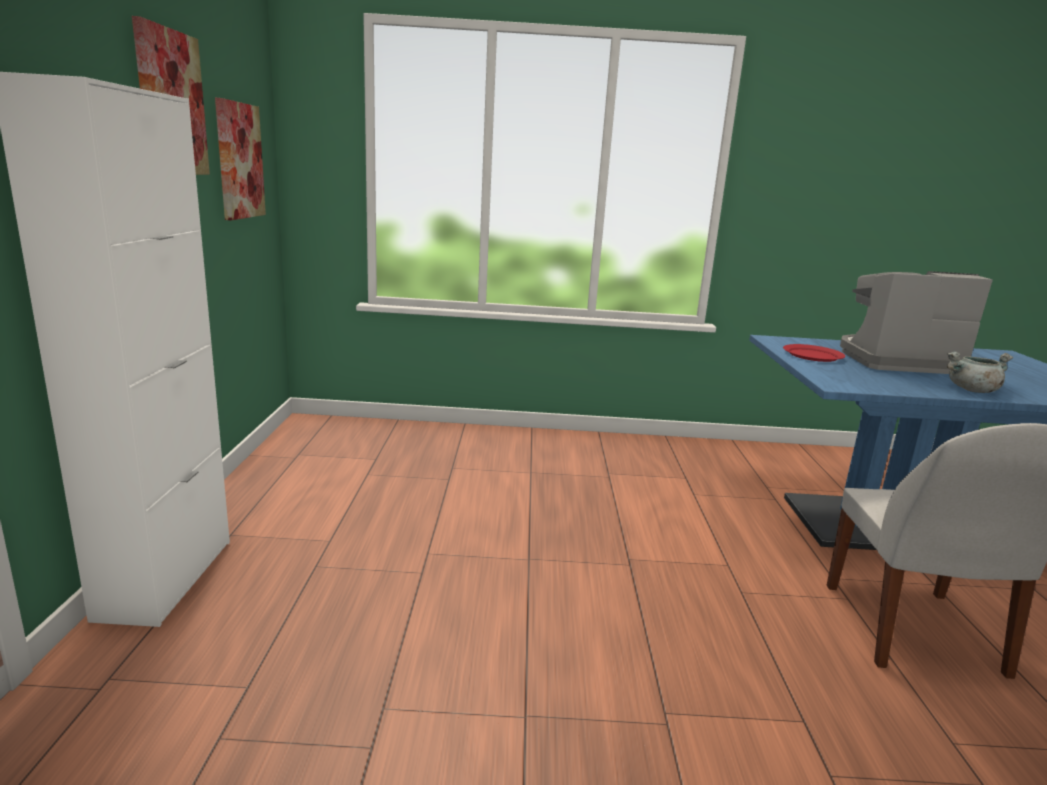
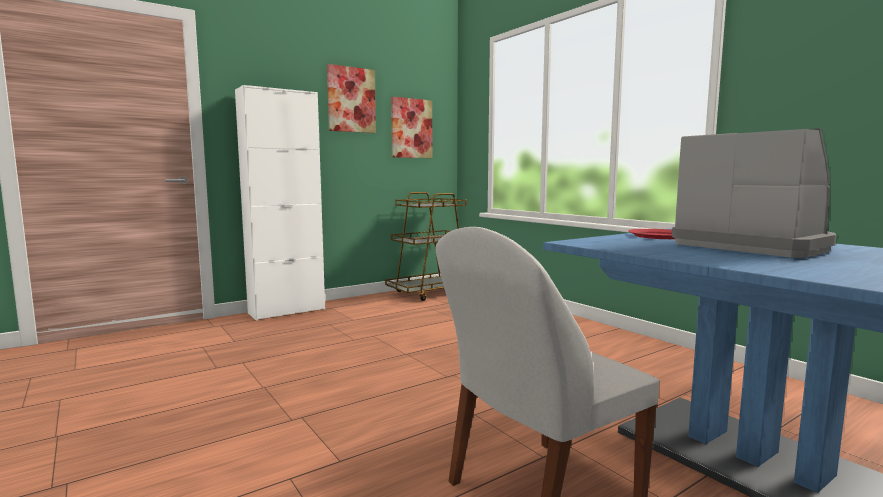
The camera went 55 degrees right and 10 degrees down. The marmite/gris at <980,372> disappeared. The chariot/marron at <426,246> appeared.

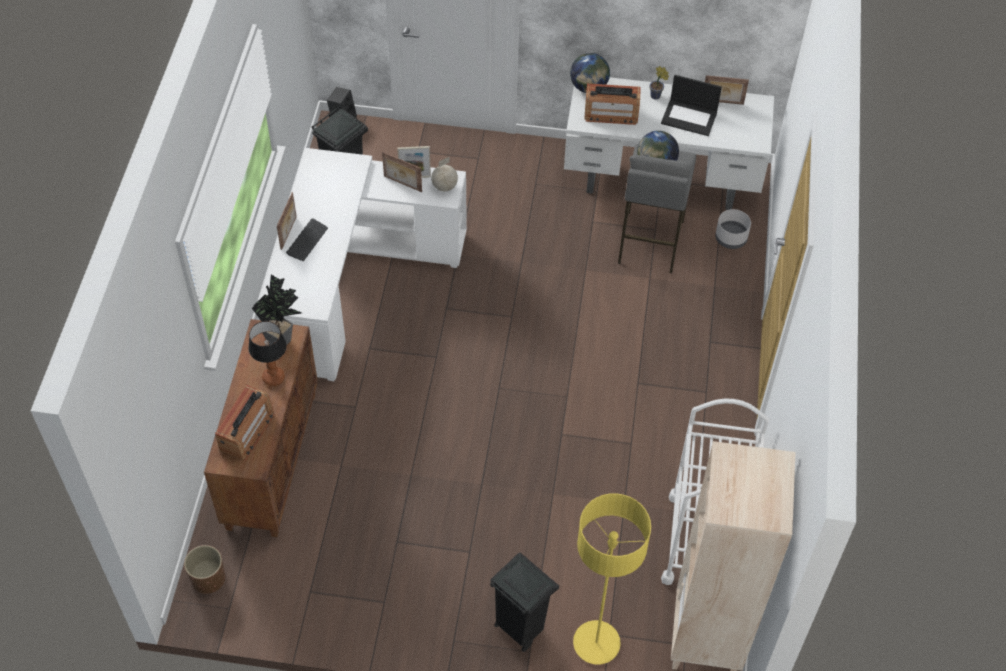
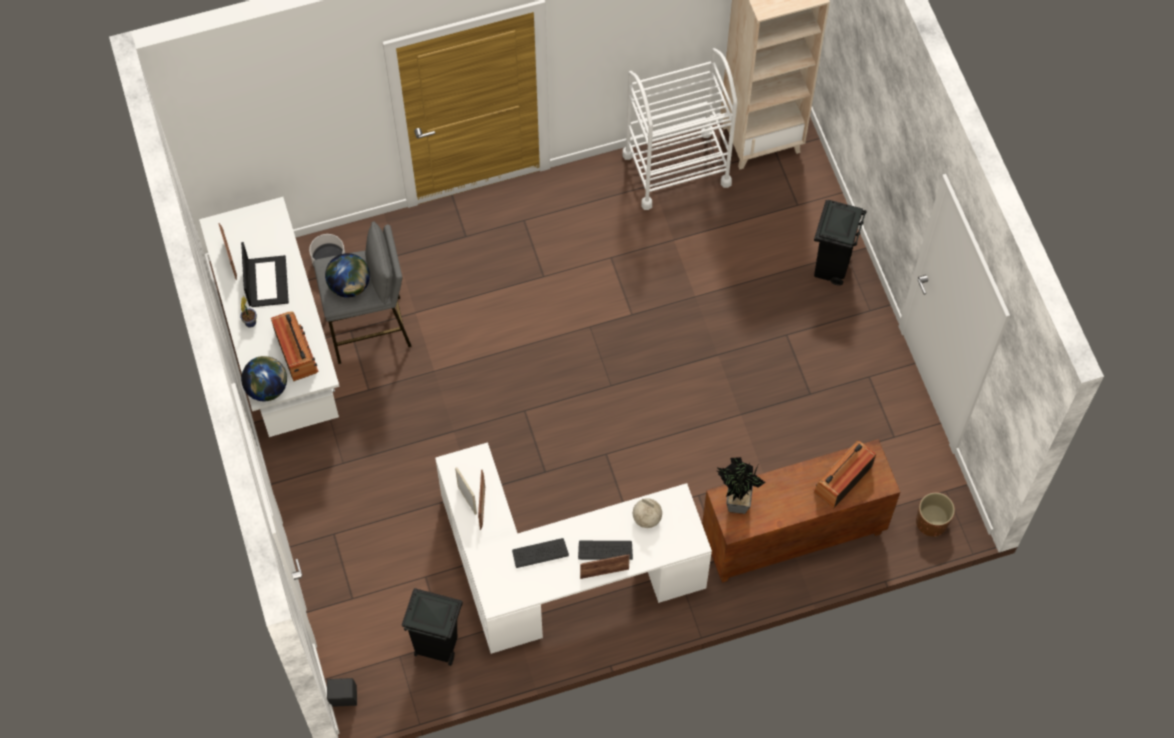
The camera went 115 degrees left and 10 degrees up. The radio at <245,423> turned 45 degrees counterclockwise. The lampe de table at <267,353> disappeared. The globe moved from <444,174> to <647,513>. The lampadaire/jaune at <612,579> disappeared. The clavier at <540,553> appeared.

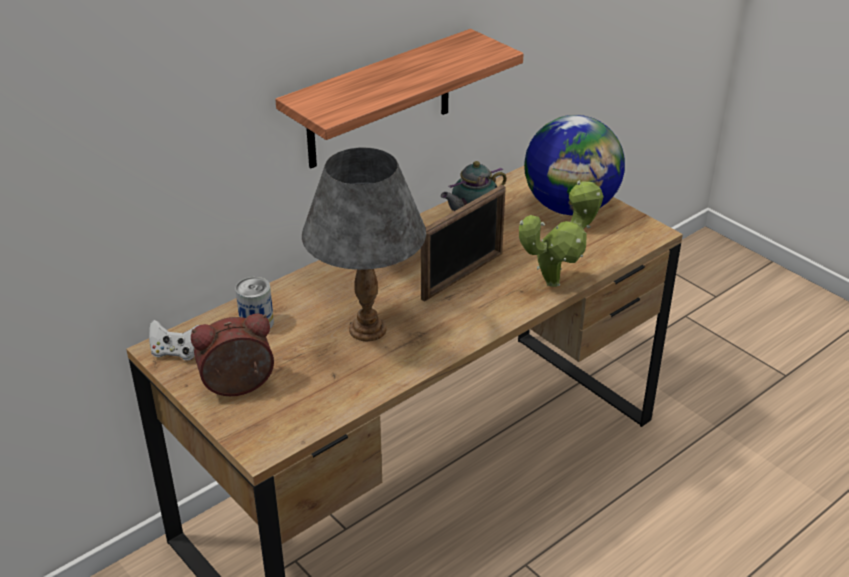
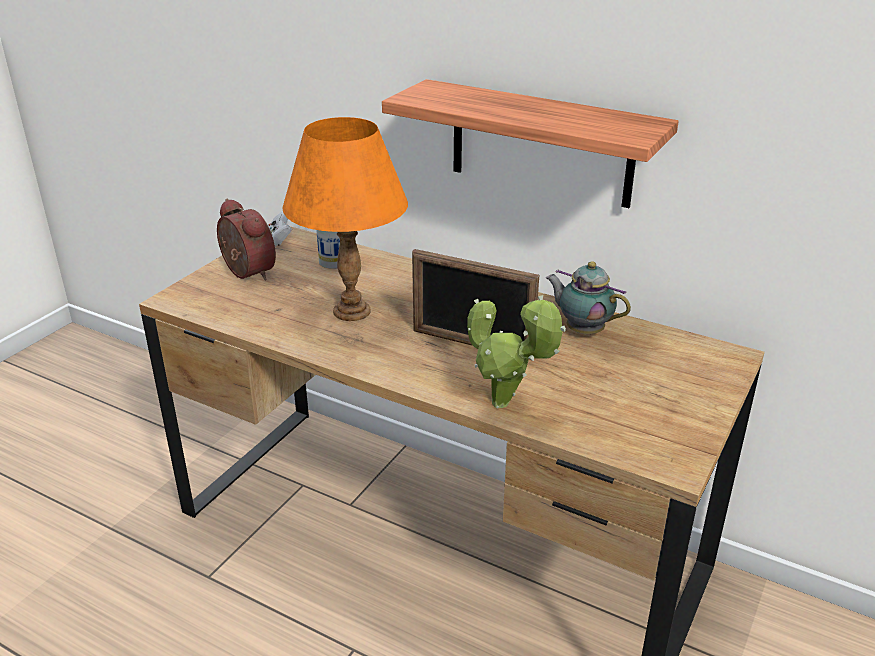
The camera went 70 degrees right and 5 degrees down. The lampe de table/gris at <364,244> became the lampe de table/orange at <345,219>. The globe at <574,165> disappeared.

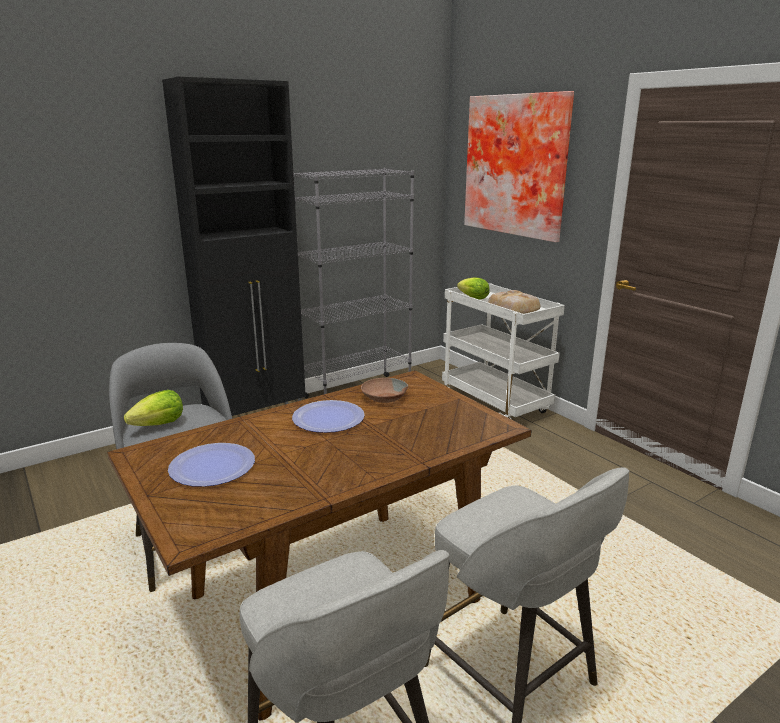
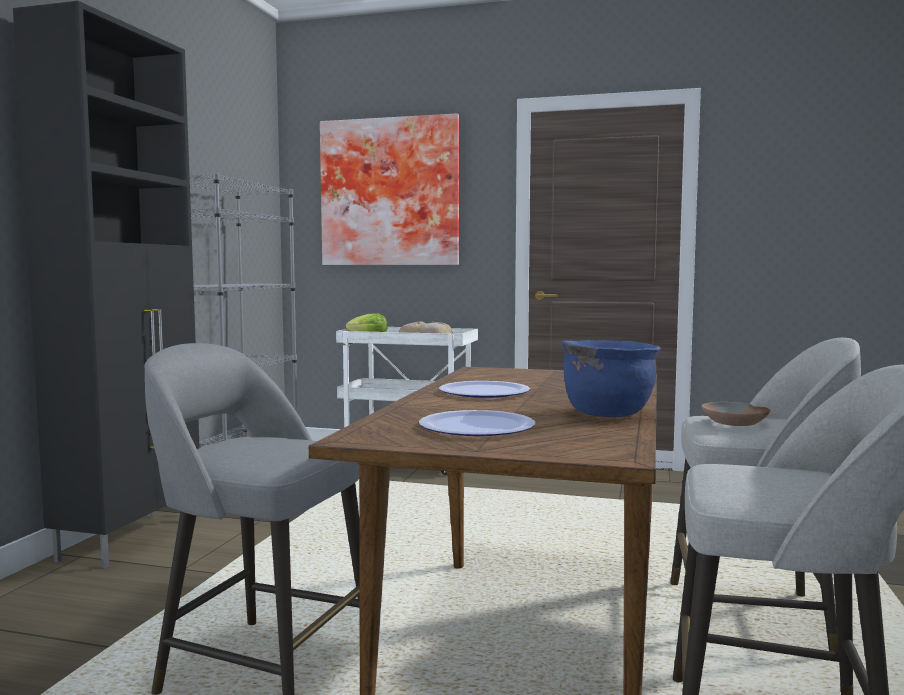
The camera went 40 degrees left and 15 degrees down. The laitue at <153,408> disappeared. The bol/marron moved from <384,390> to <735,414>. The marmite/bleu at <611,378> appeared.

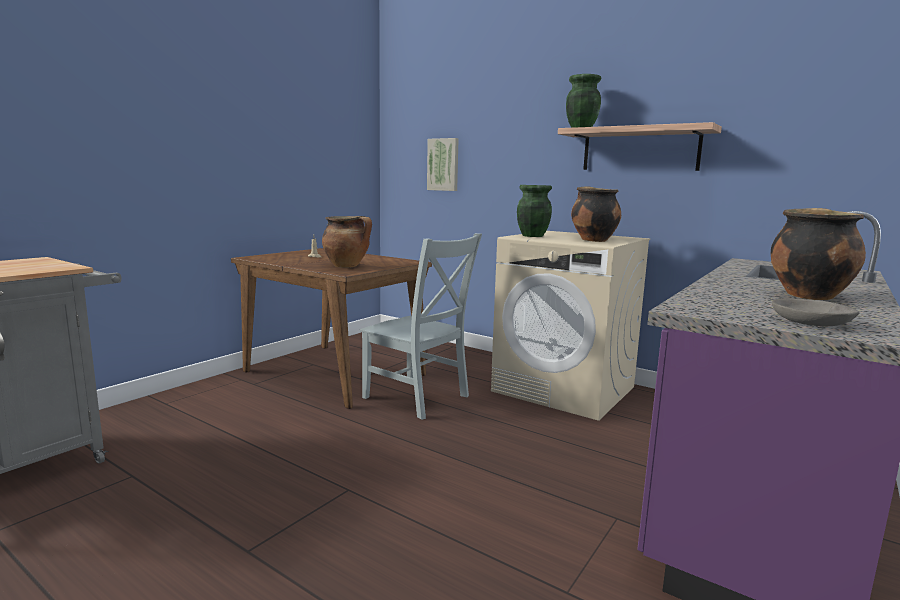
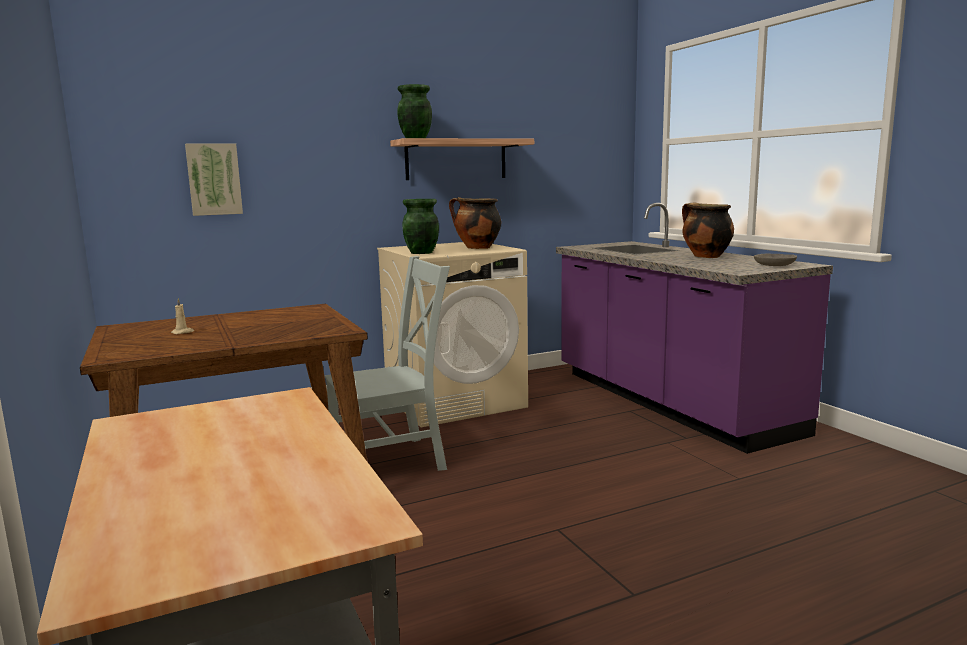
The camera went 60 degrees left and 0 degrees up. The marmite at <347,242> disappeared.

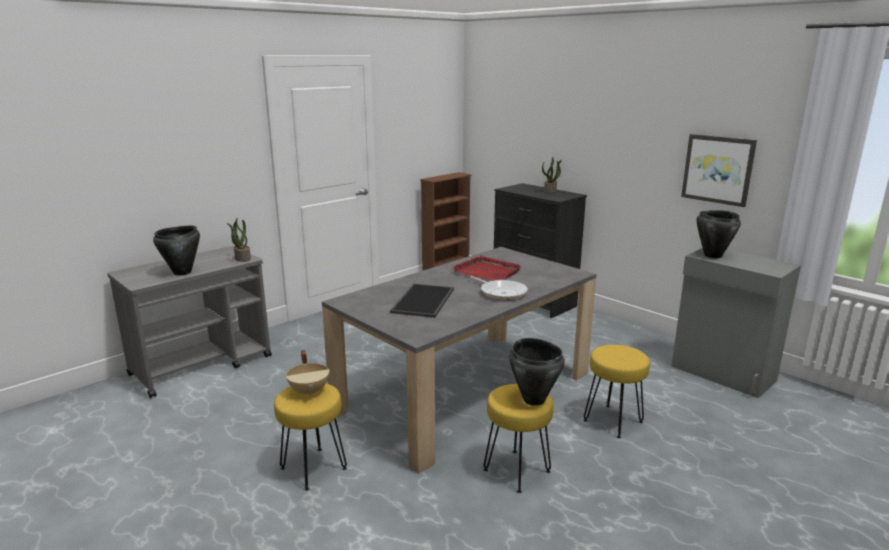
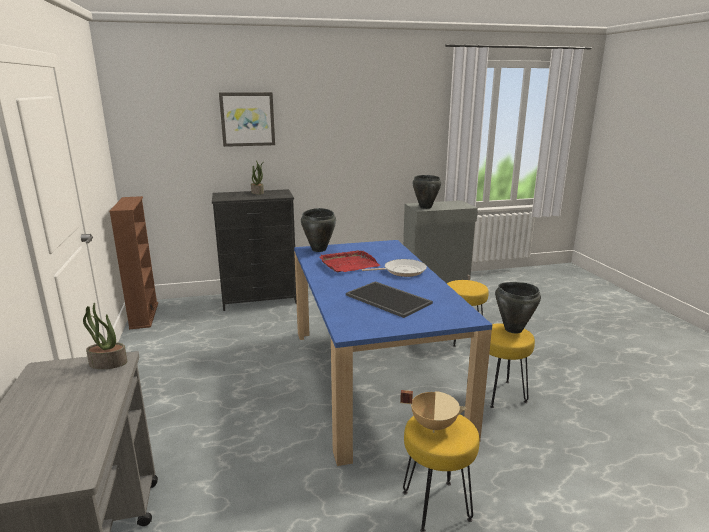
The camera went 60 degrees left and 0 degrees up. The marmite/noir moved from <176,250> to <318,230>. The table à manger/gris at <459,360> became the table à manger/bleu at <393,353>. The tableau moved from <719,170> to <247,119>.

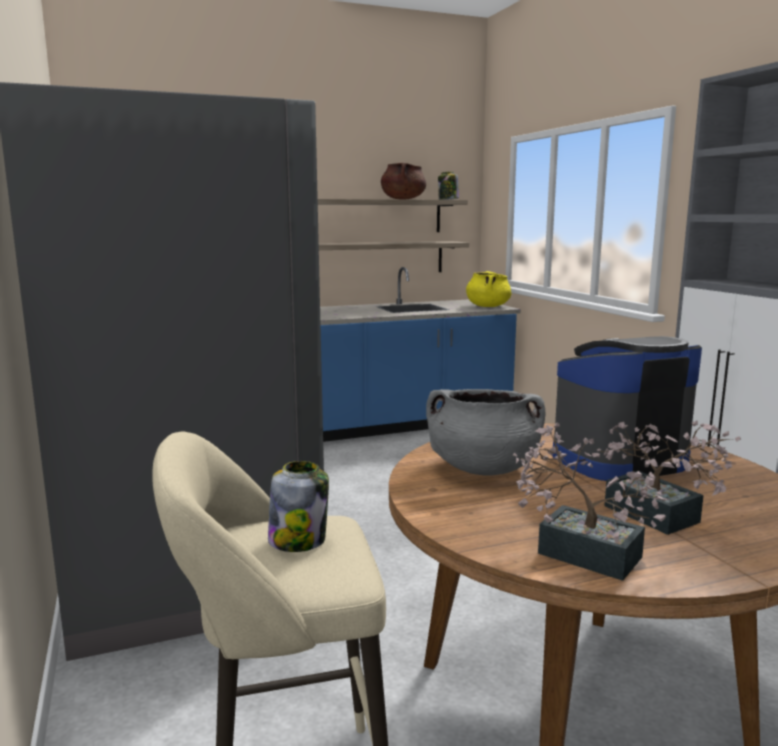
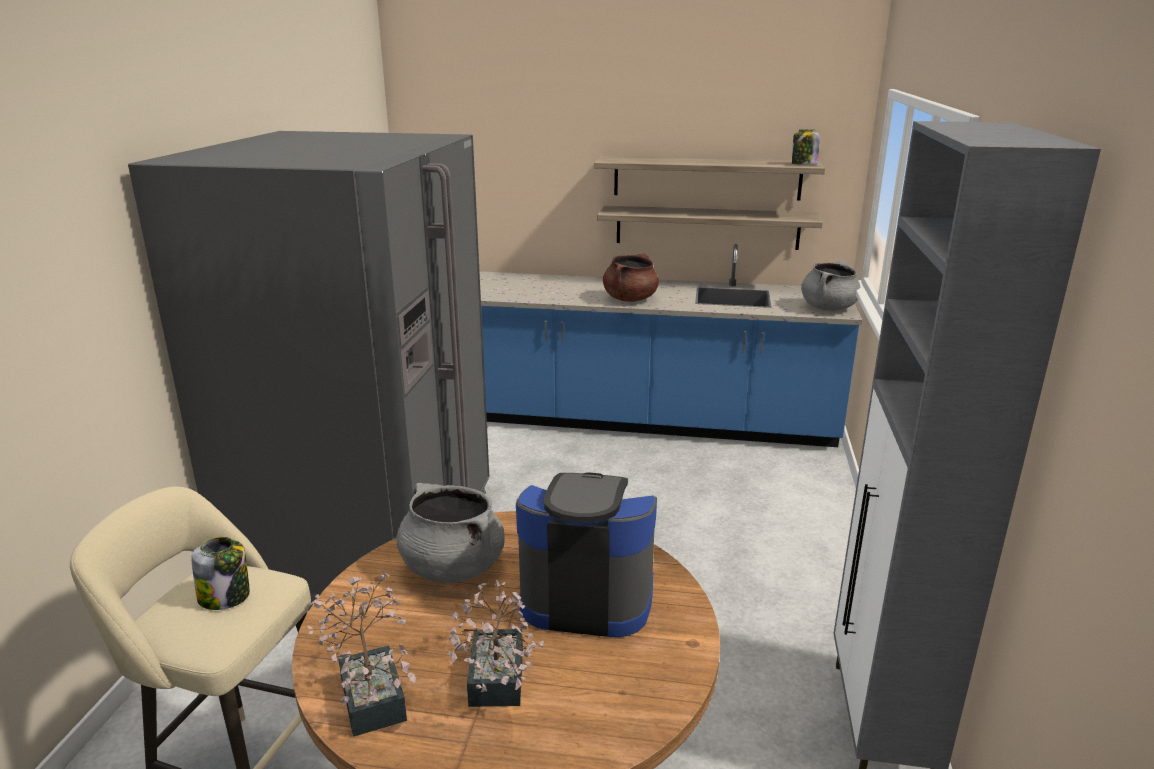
The camera went 30 degrees right and 10 degrees up. The marmite/marron moved from <403,181> to <631,278>. The marmite/jaune at <489,289> became the marmite/gris at <830,286>.

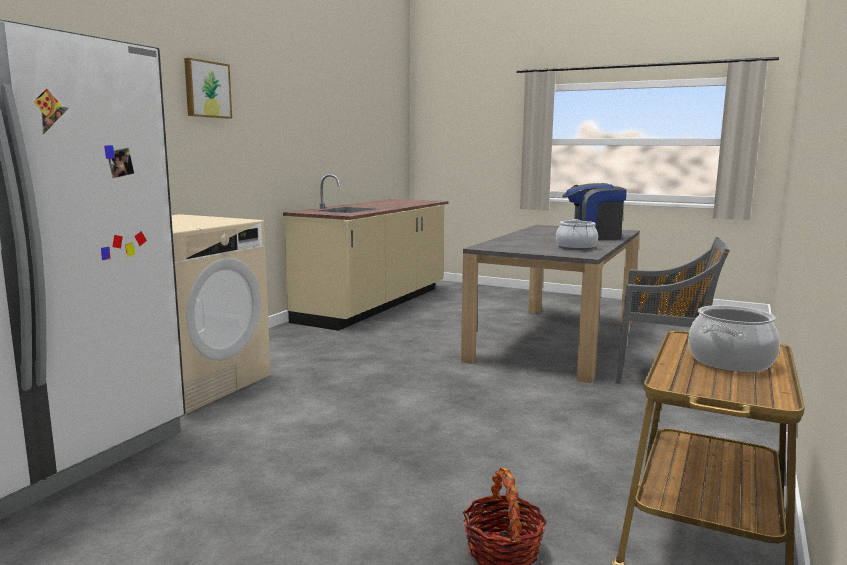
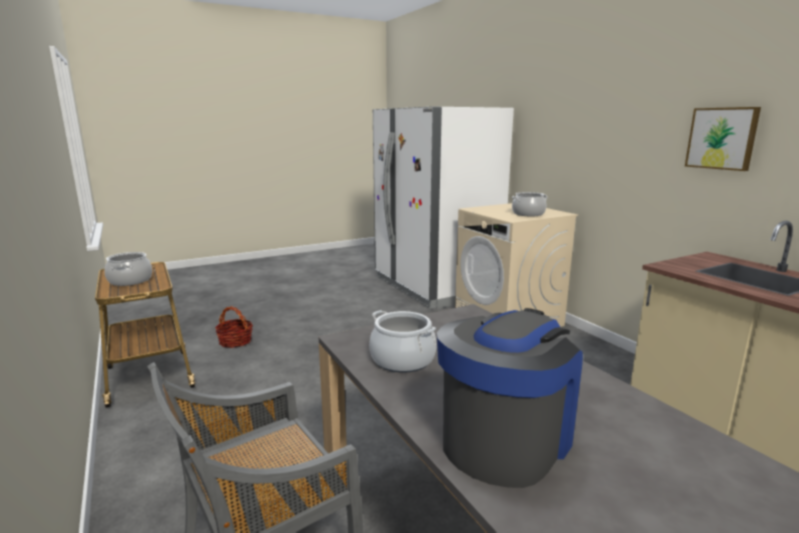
The camera went 125 degrees right and 5 degrees up. The tableau moved from <208,88> to <723,139>. The marmite at <530,204> appeared.

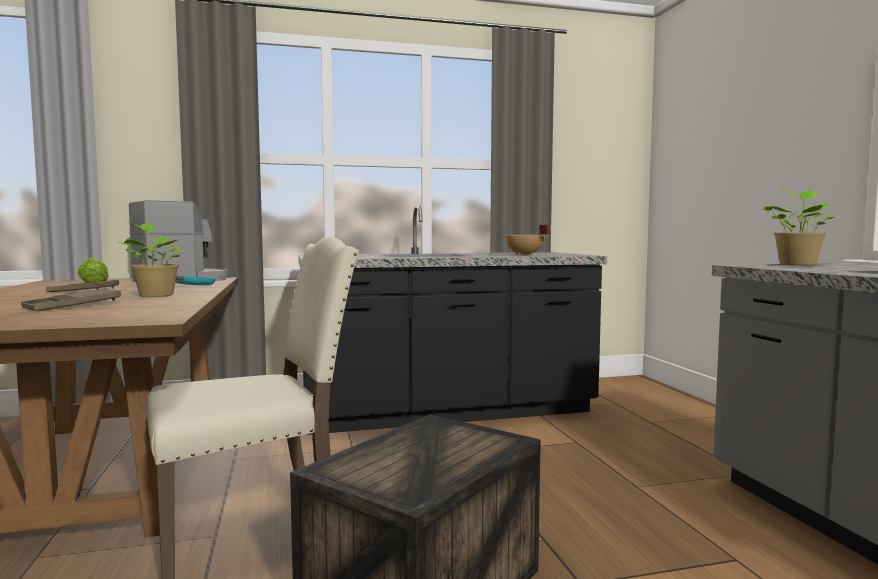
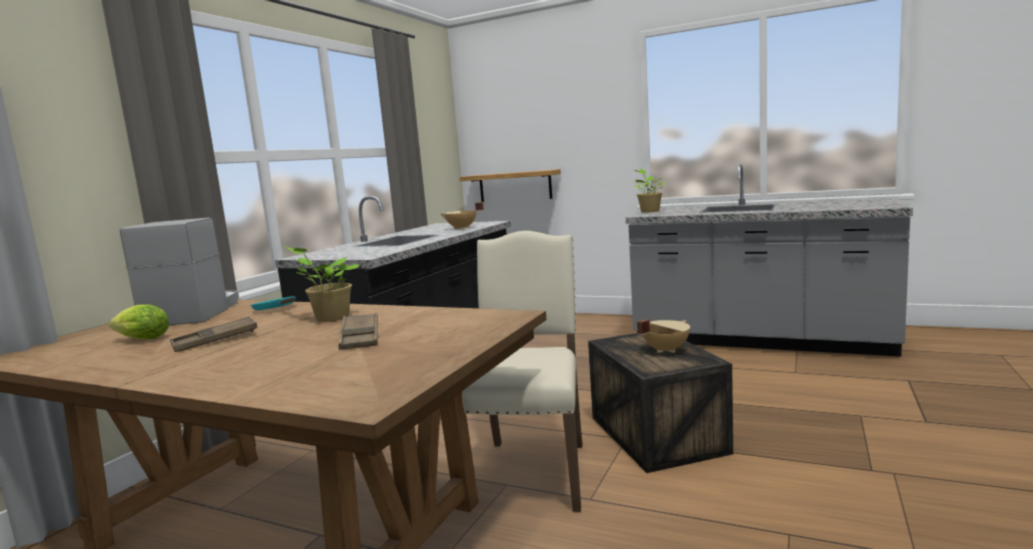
The camera went 50 degrees left and 5 degrees up. The étagère at <510,185> appeared. The marmite/beige at <663,336> appeared.

